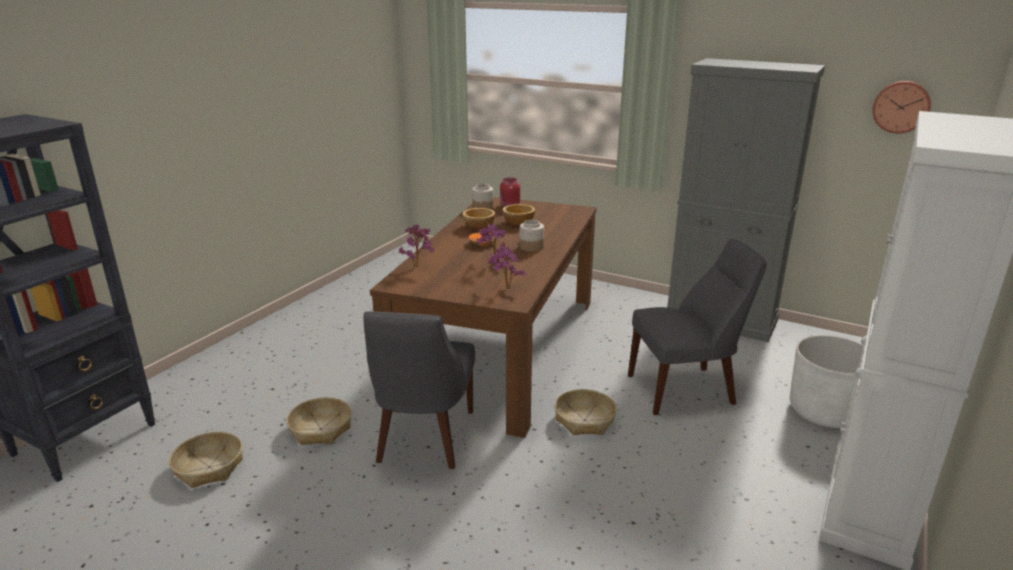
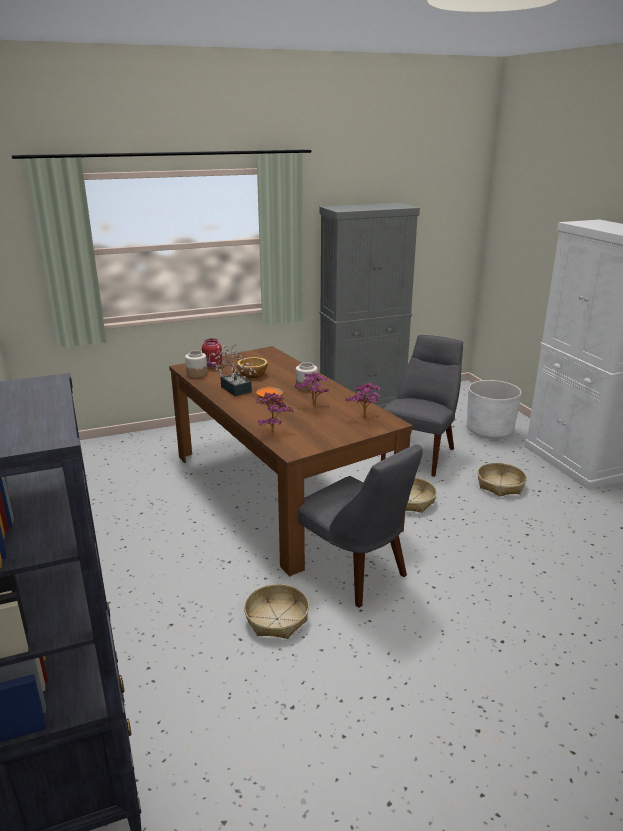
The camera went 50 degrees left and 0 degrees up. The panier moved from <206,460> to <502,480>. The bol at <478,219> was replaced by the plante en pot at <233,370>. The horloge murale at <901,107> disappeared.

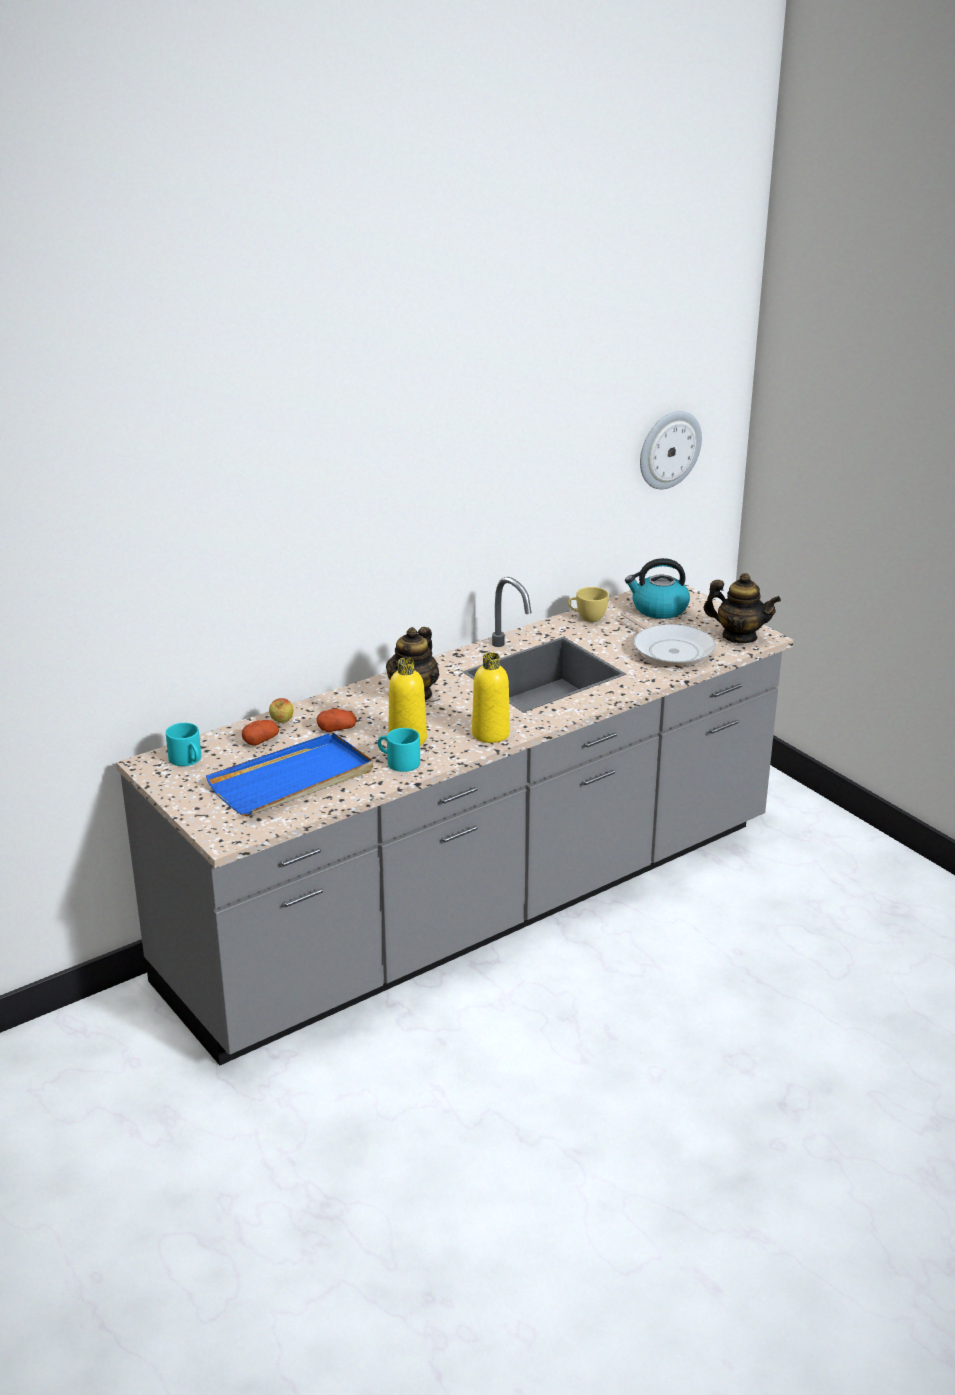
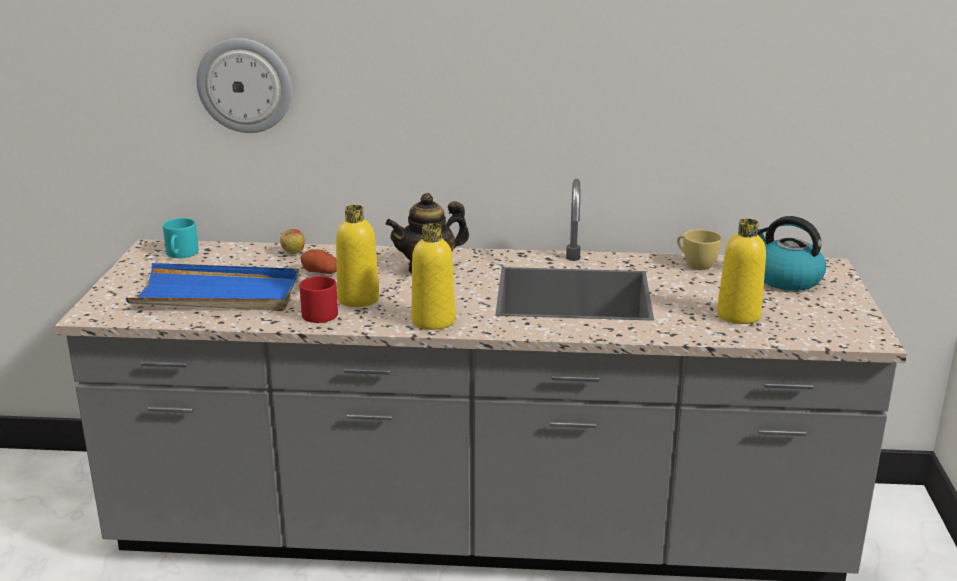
The camera went 40 degrees right and 5 degrees down. The pomme de terre at <260,733> disappeared. The mug/turquoise at <399,750> became the mug/rouge at <319,299>. The poêle at <668,639> was replaced by the bouteille/jaune at <741,271>. The horloge murale moved from <671,450> to <244,85>. The théière at <742,608> disappeared.

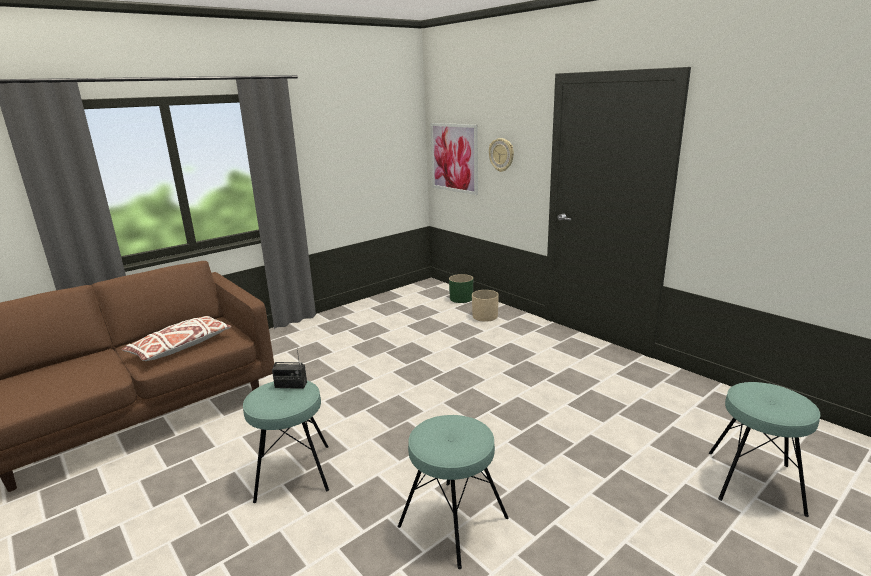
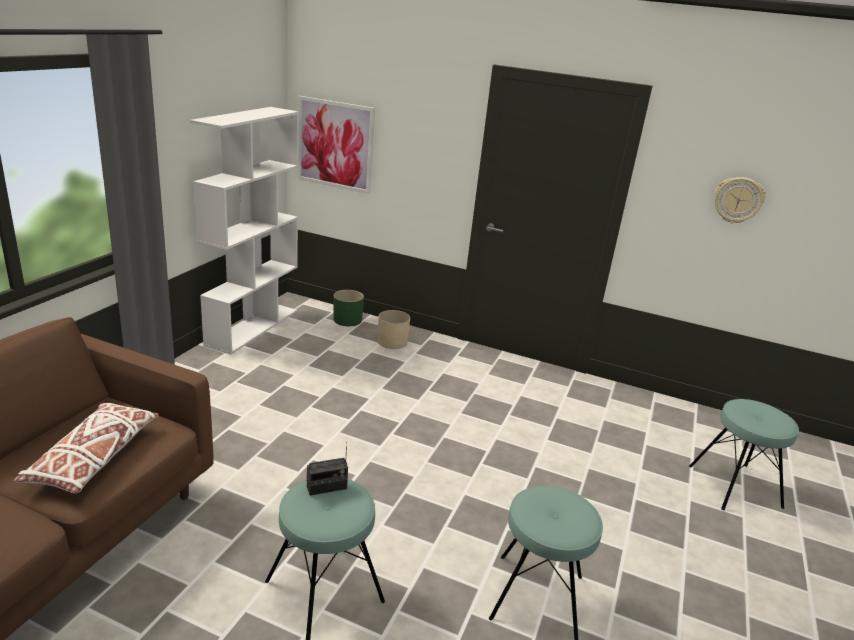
The camera went 30 degrees left and 5 degrees up. The horloge murale moved from <501,155> to <740,200>. The bibliothèque/blanc at <244,231> appeared.

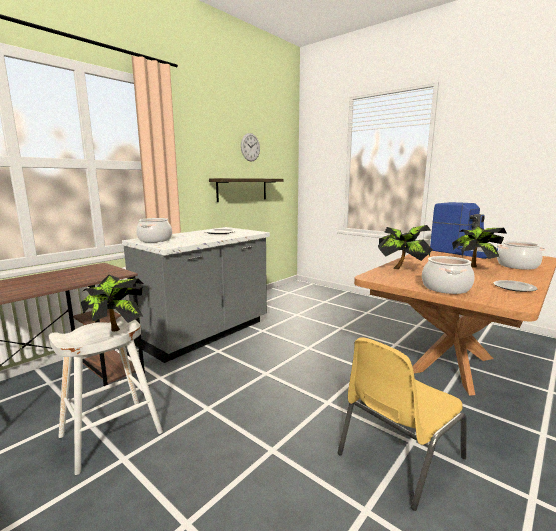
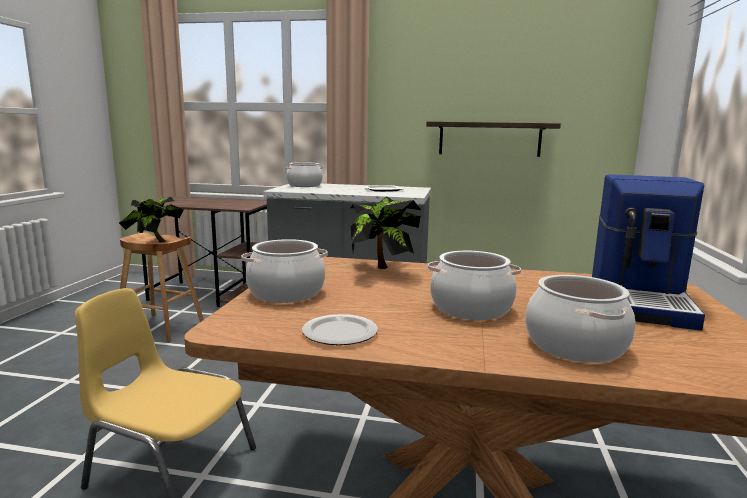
The camera went 60 degrees right and 0 degrees up. The tabouret/blanc at <106,395> became the tabouret/marron at <162,287>. The horloge murale at <250,147> disappeared. The plante en pot at <479,247> was replaced by the marmite at <474,285>.

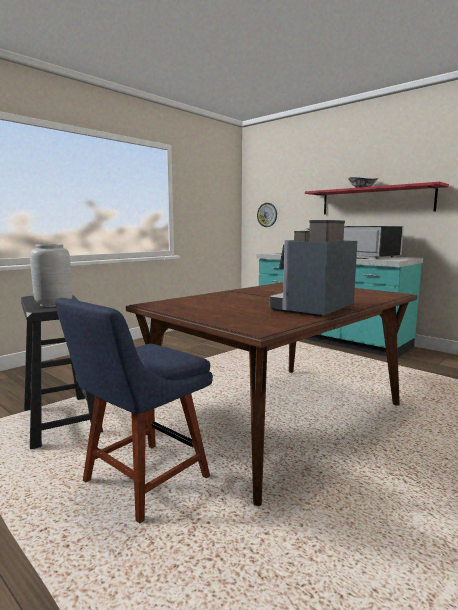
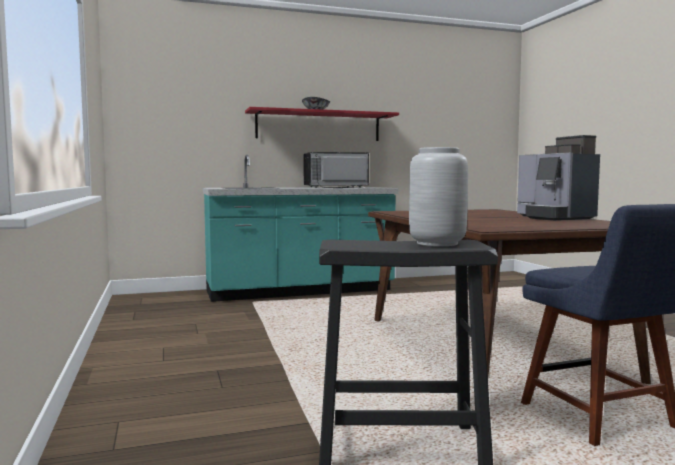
The camera went 60 degrees left and 5 degrees down. The horloge murale at <267,215> disappeared.

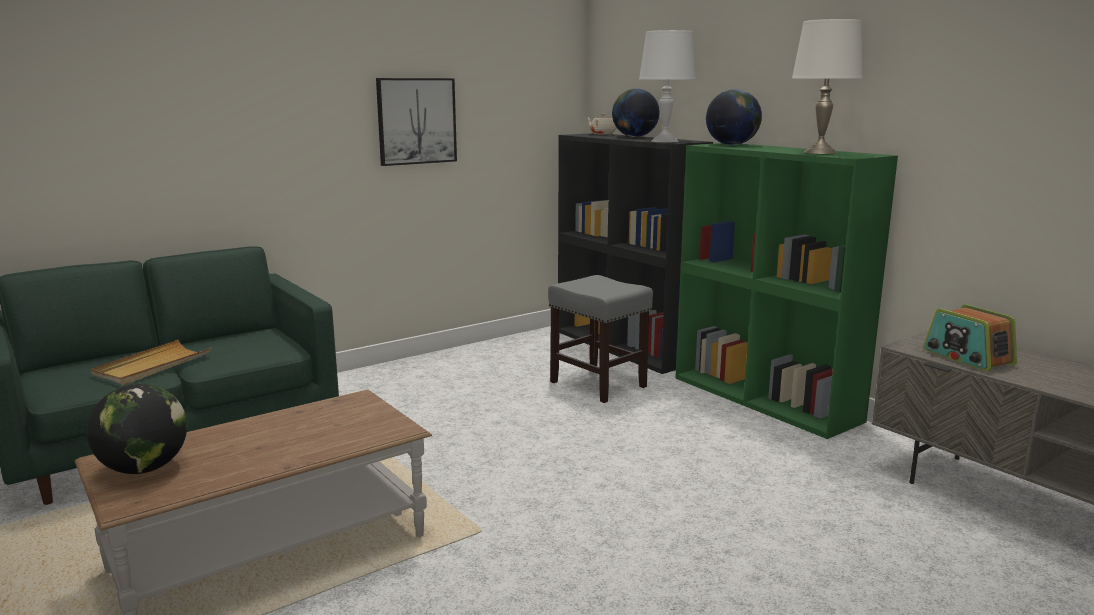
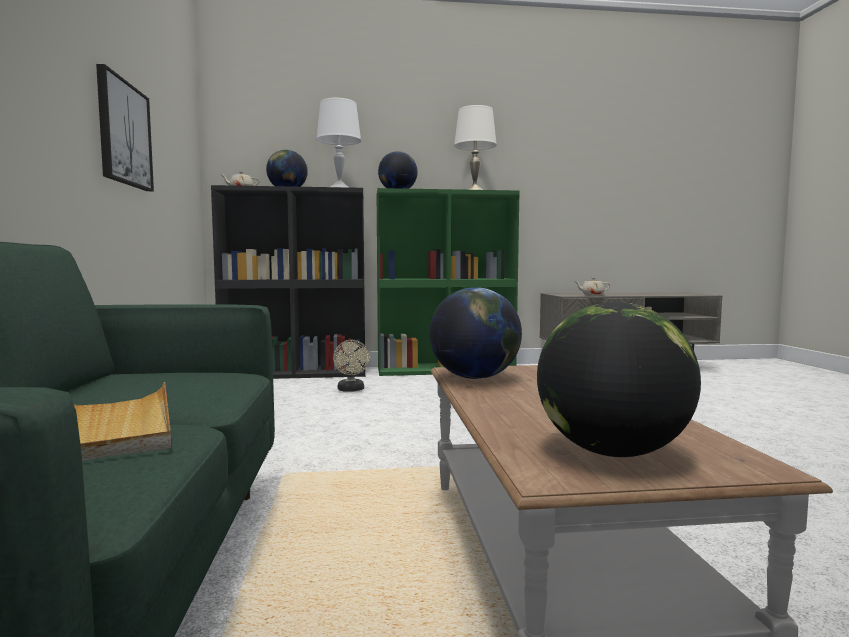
The camera went 60 degrees left and 10 degrees down. The tabouret/gris at <600,339> was replaced by the ventilateur/beige at <351,365>. The radio at <970,337> was replaced by the théière/beige at <592,286>. The globe at <475,333> appeared.

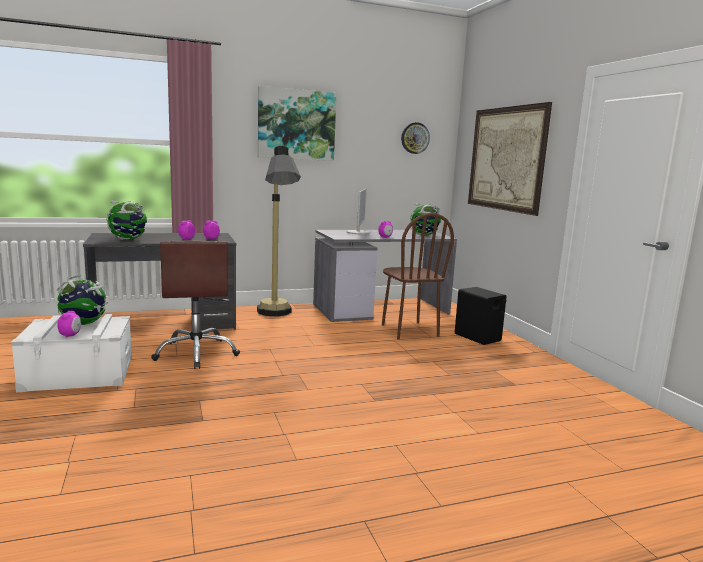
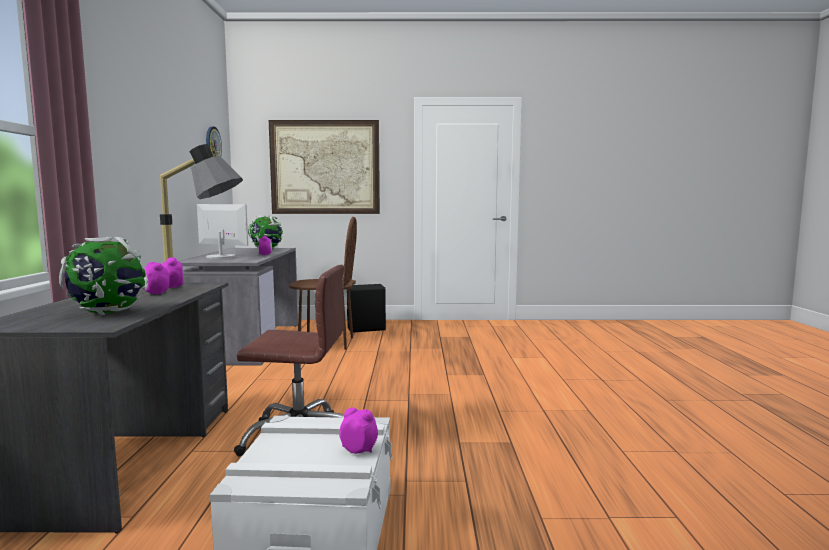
The camera went 70 degrees left and 5 degrees down. The globe at <82,300> disappeared. The tableau at <297,123> disappeared.

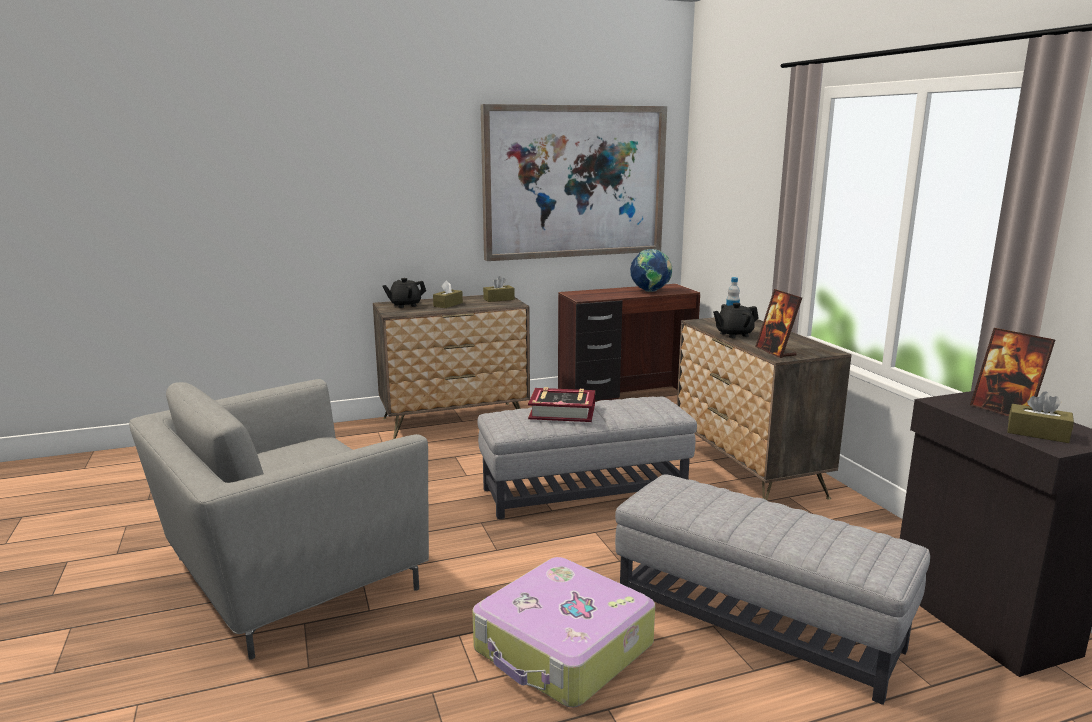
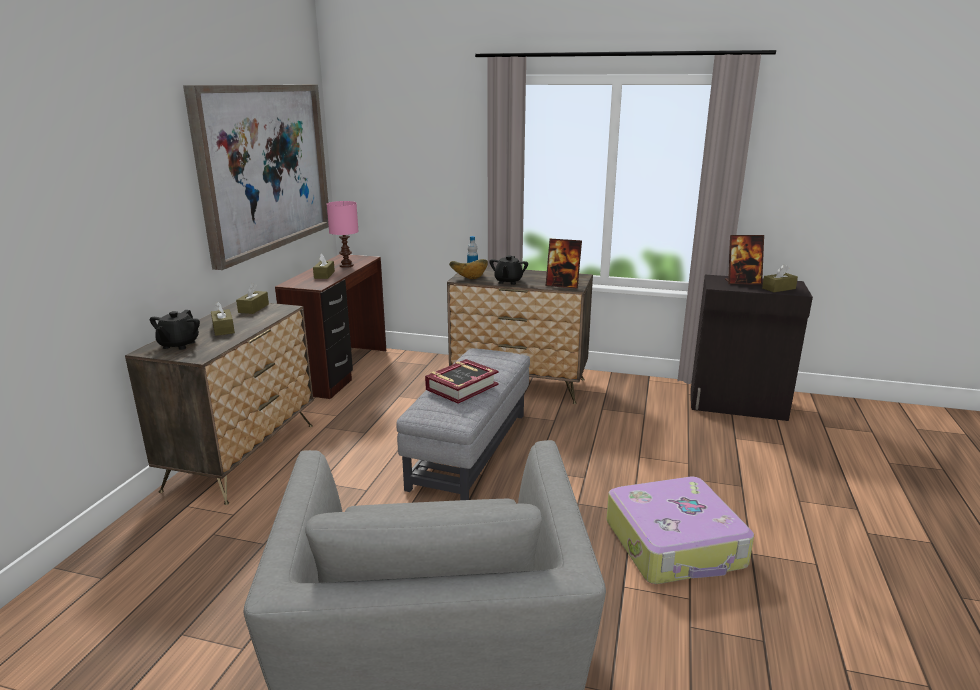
The camera went 55 degrees left and 5 degrees up. The pouf/gris at <772,589> disappeared. The globe at <651,270> was replaced by the lampe de table/rose at <343,234>. The boîte à mouchoirs/marron at <324,266> appeared. The bol at <468,269> appeared.

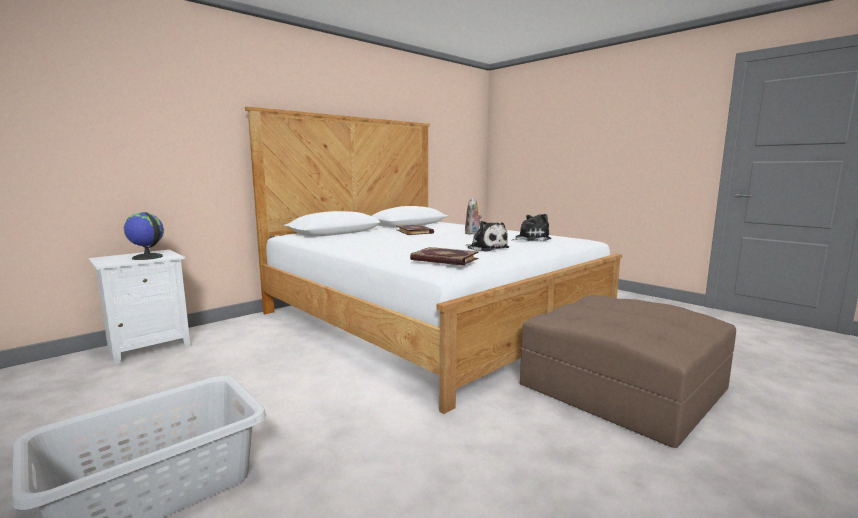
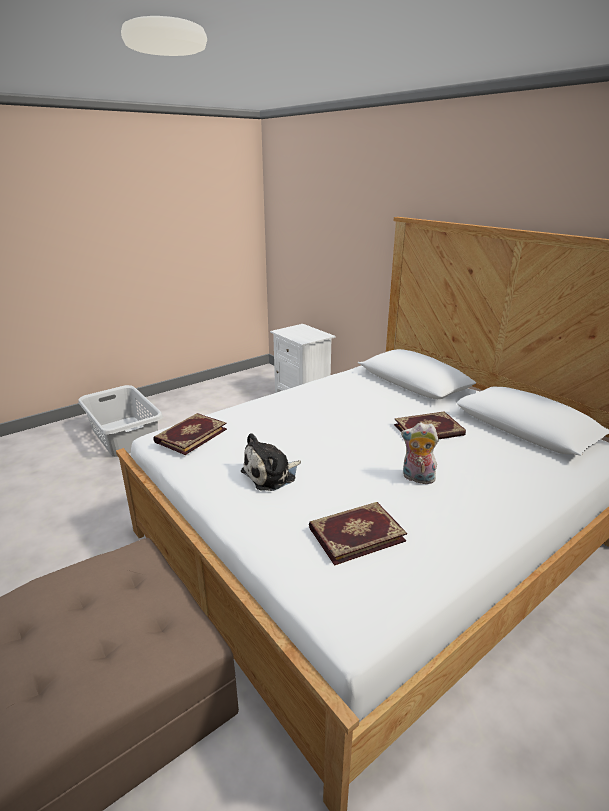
The camera went 95 degrees right and 15 degrees up. The globe at <144,236> disappeared. The peluche at <531,227> was replaced by the livre at <358,534>.

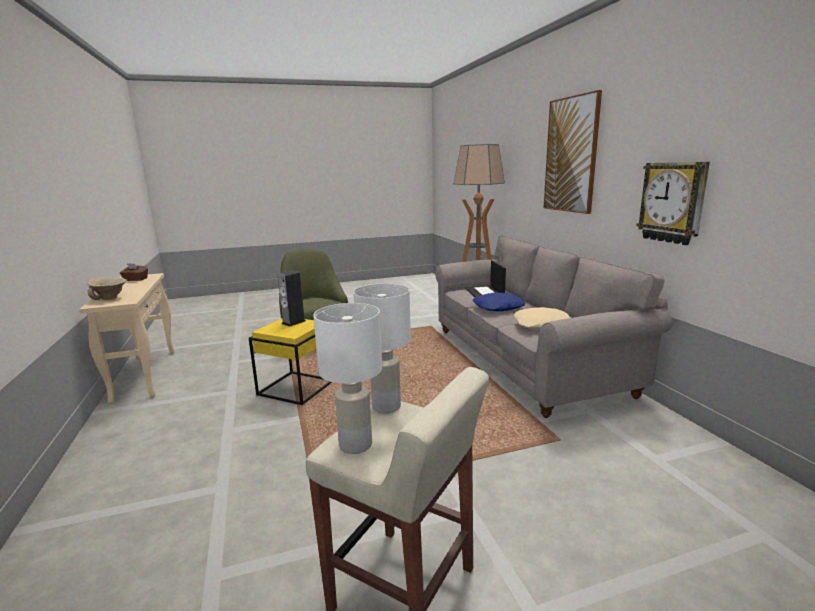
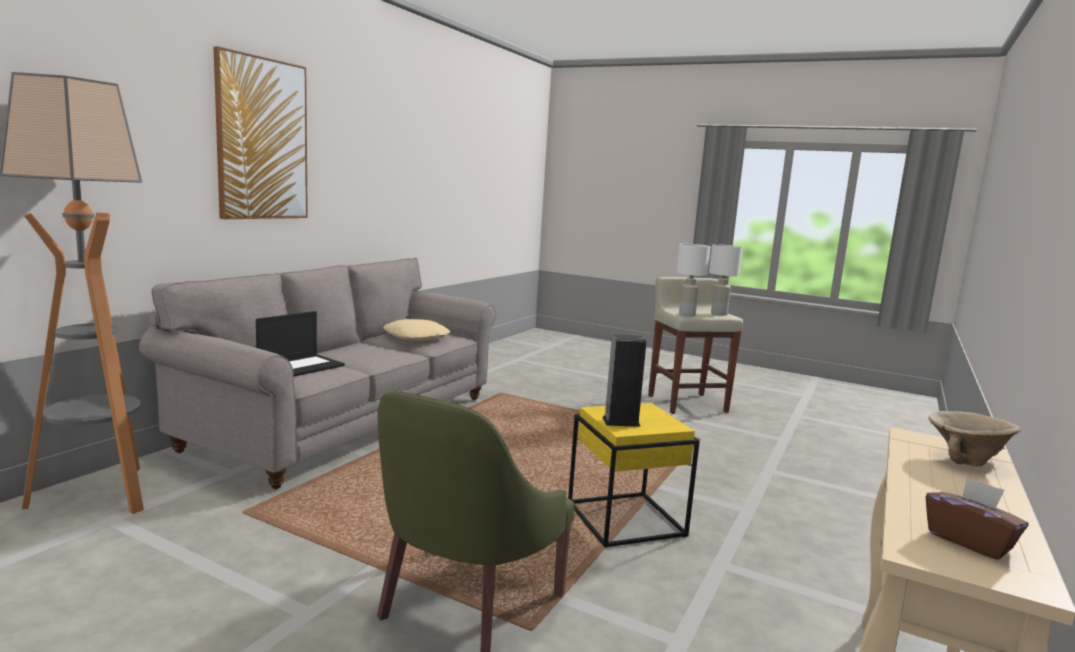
The camera went 135 degrees left and 5 degrees down. The coussin/bleu at <499,301> disappeared. The horloge murale at <673,203> disappeared.

